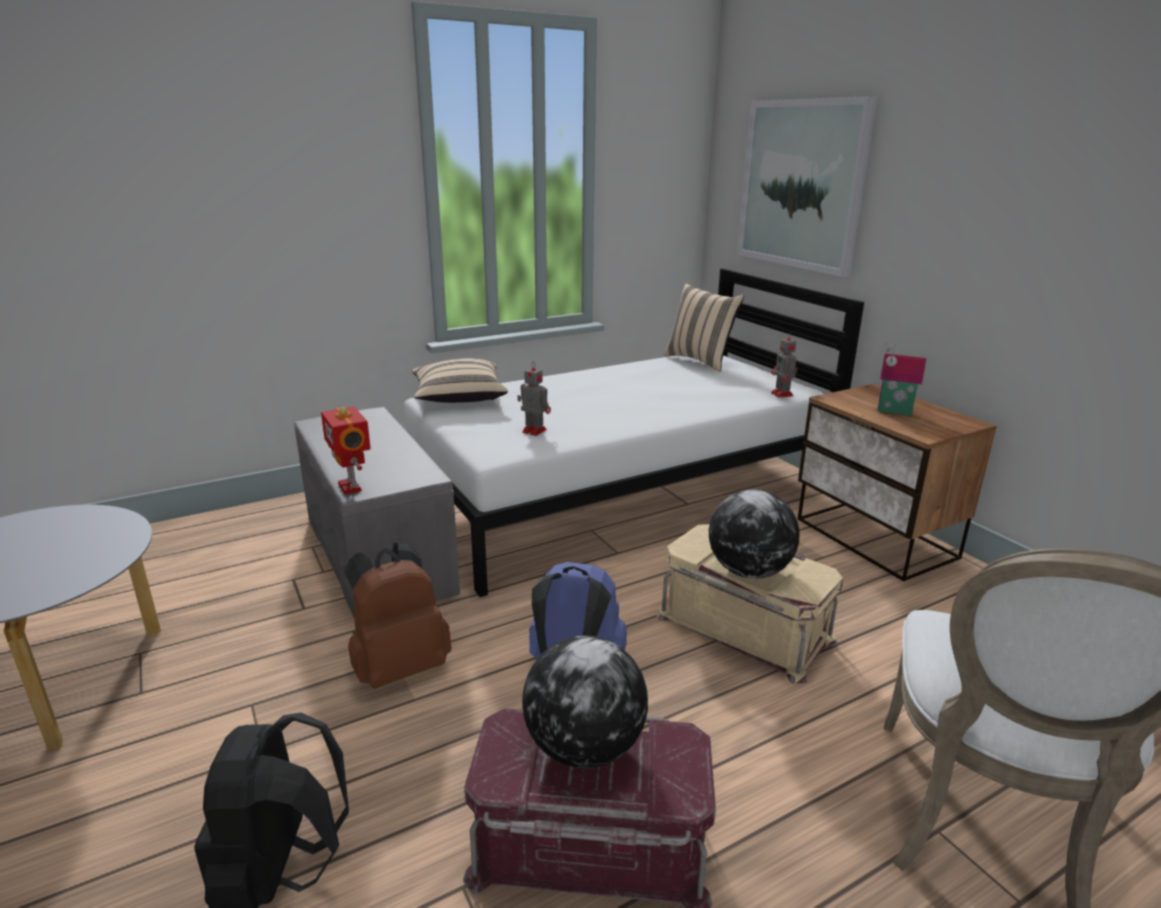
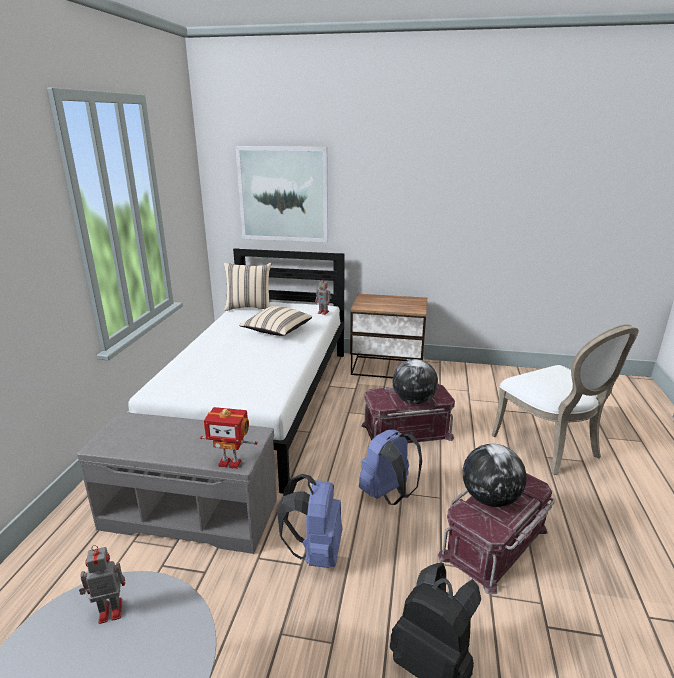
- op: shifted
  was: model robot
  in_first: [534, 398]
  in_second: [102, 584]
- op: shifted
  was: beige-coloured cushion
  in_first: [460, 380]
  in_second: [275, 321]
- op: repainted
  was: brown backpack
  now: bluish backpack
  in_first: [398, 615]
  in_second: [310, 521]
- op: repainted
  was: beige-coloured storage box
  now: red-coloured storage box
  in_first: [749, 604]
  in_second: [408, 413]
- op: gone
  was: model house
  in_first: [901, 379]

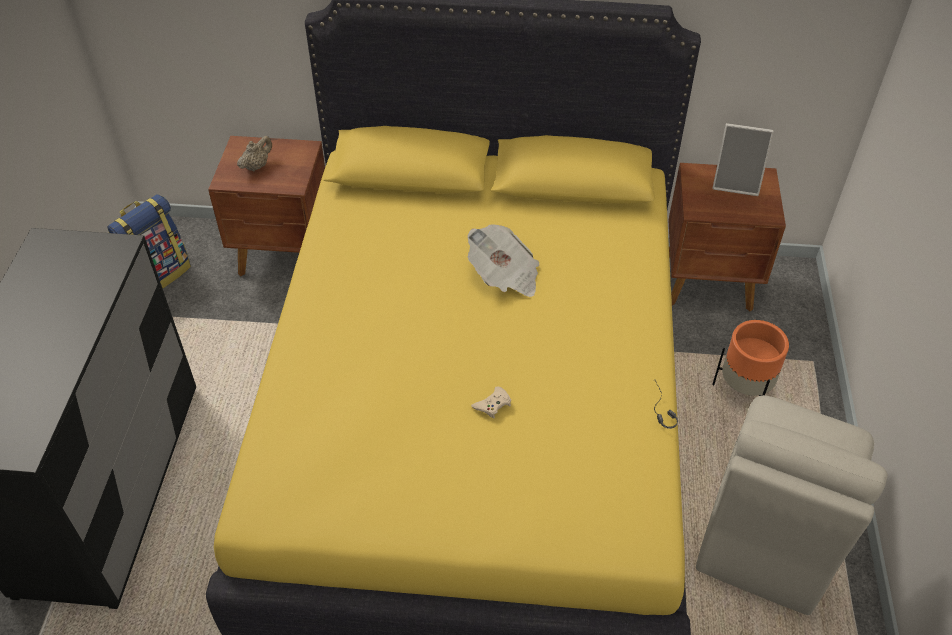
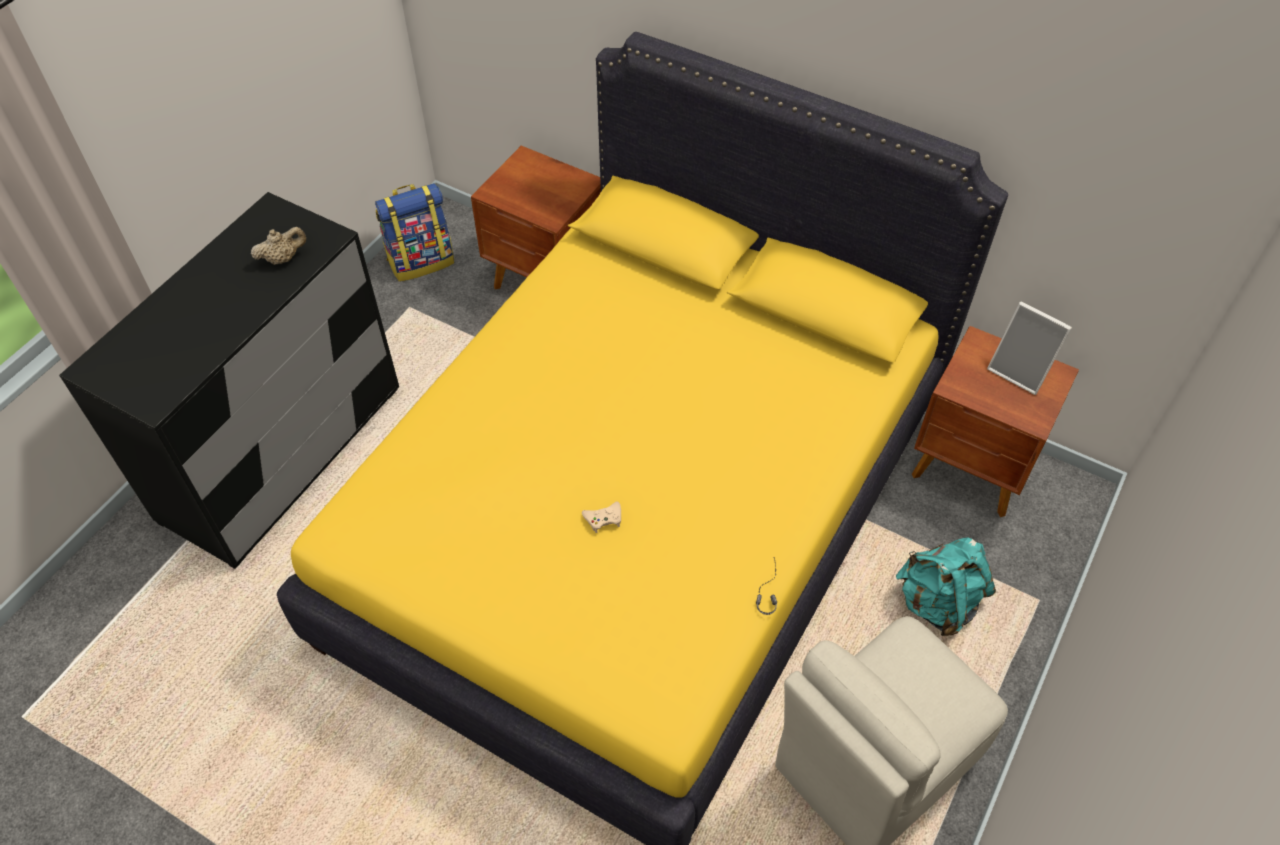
- op: shifted
  was: beige-coloured teapot
  in_first: [254, 154]
  in_second: [278, 246]
- op: swapped
  was: orange-coloured planter
  now: turquoise backpack
  in_first: [750, 358]
  in_second: [946, 586]
- op: gone
  was: printed paper
  in_first: [503, 260]

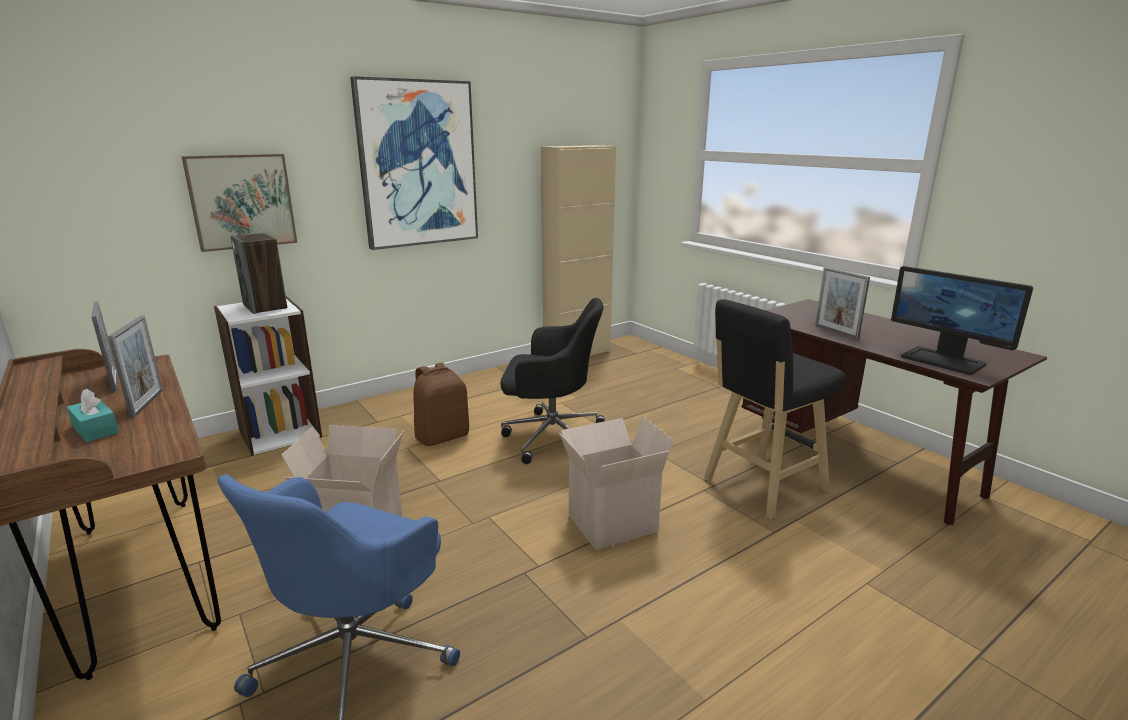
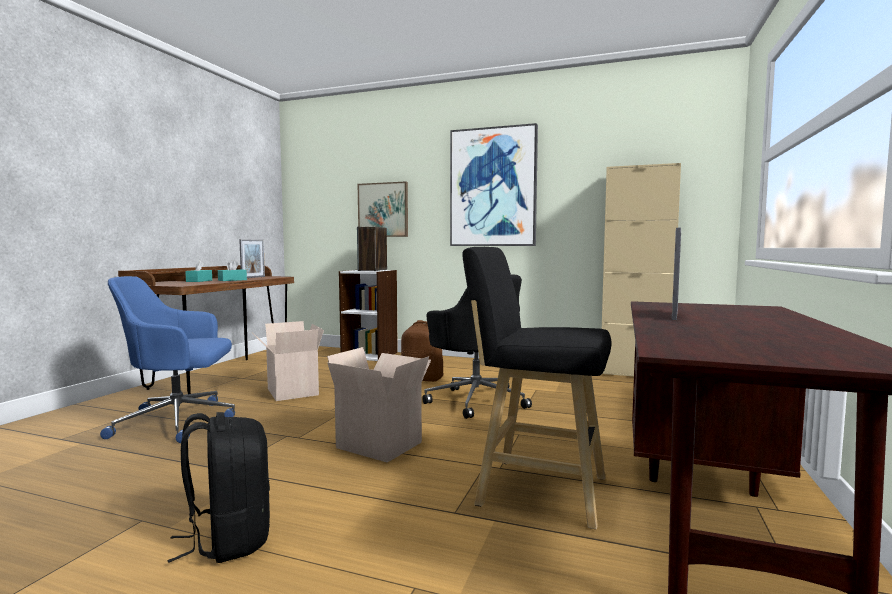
- op: new
  now: black-coloured backpack
  in_second: [219, 487]
- op: swapped
  was: picture frame
  now: turquoise tissue box
  in_first: [135, 366]
  in_second: [232, 270]
- op: gone
  was: computer display
  in_first: [962, 320]

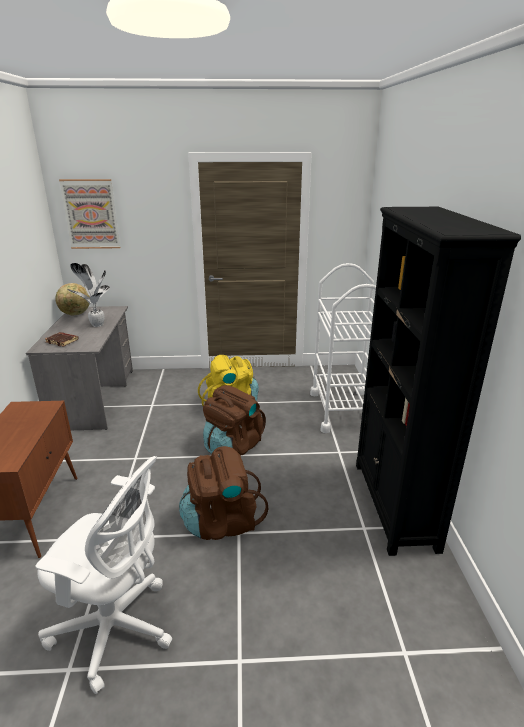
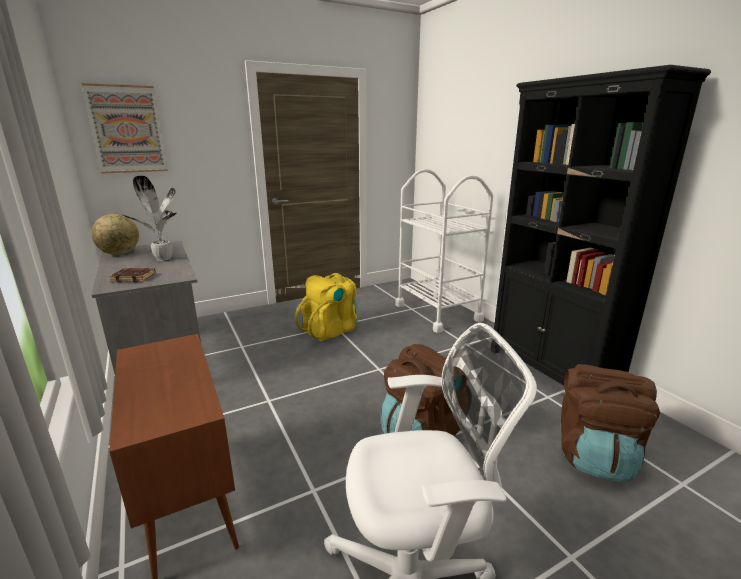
- op: shifted
  was: brown backpack
  in_first: [234, 420]
  in_second: [610, 423]

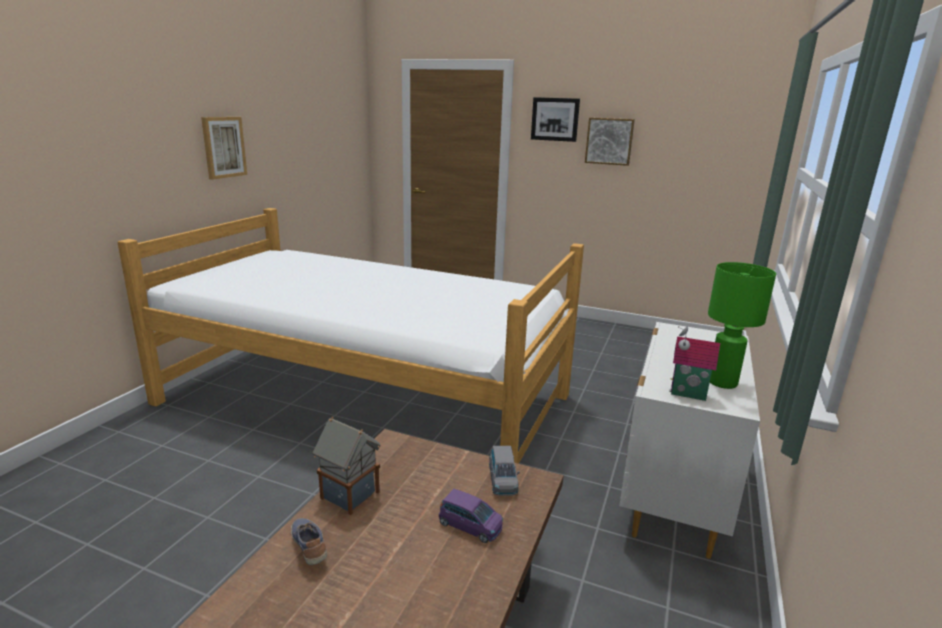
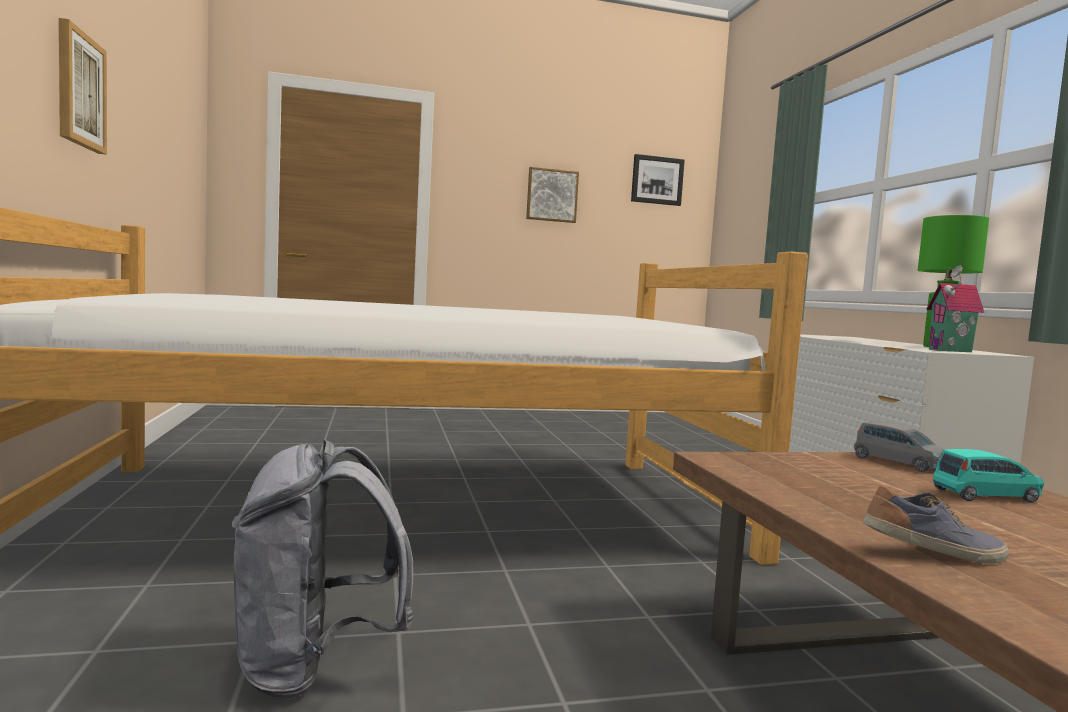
- op: new
  now: gray backpack
  in_second: [322, 569]
- op: shifted
  was: wall art
  in_first: [555, 119]
  in_second: [658, 180]
- op: rotated
  was: low shoe
  in_first: [309, 541]
  in_second: [935, 524]
  clockwise: 150
- op: repainted
  was: purplish miniature car
  now: turquoise miniature car
  in_first: [471, 516]
  in_second: [988, 476]
- op: gone
  was: model house
  in_first: [347, 466]

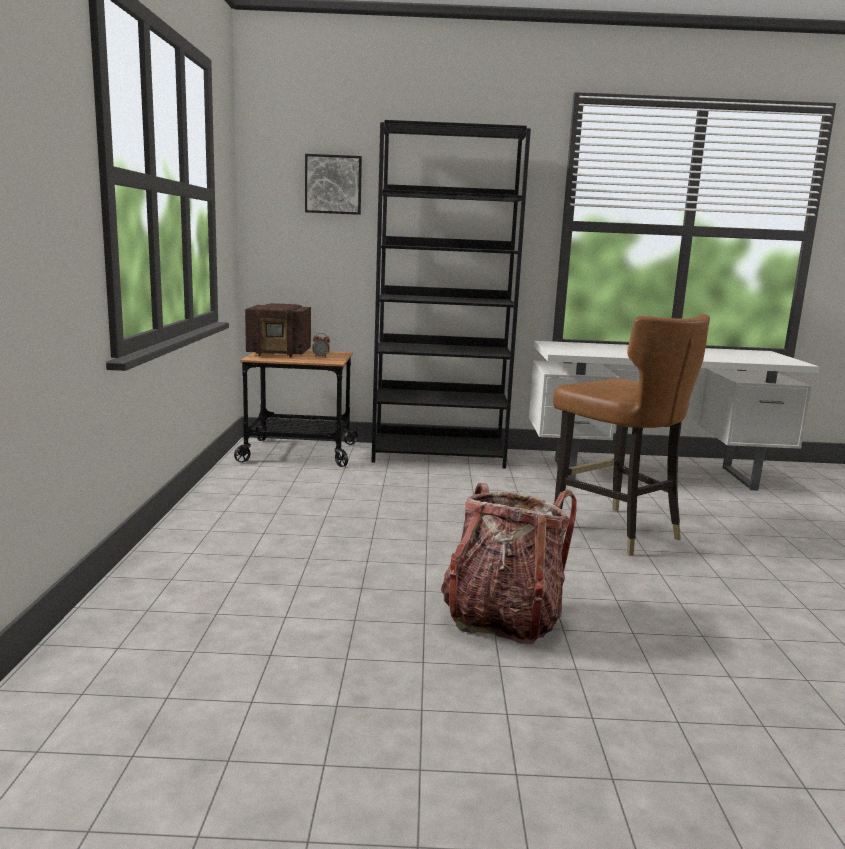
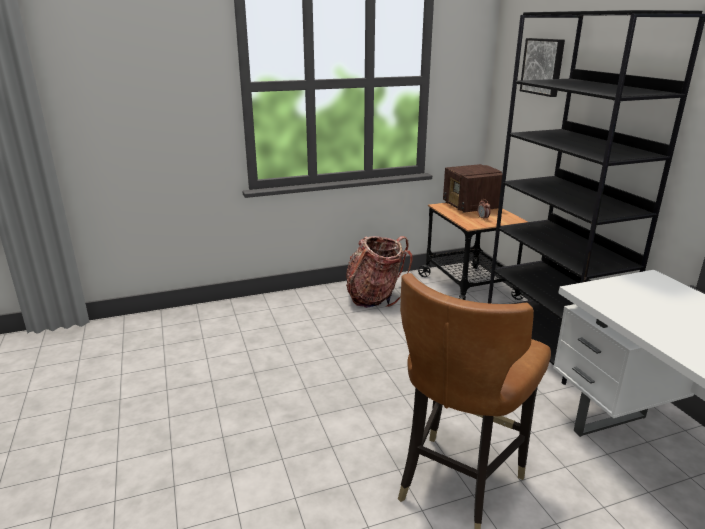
- op: shifted
  was: backpack
  in_first: [509, 563]
  in_second: [379, 272]

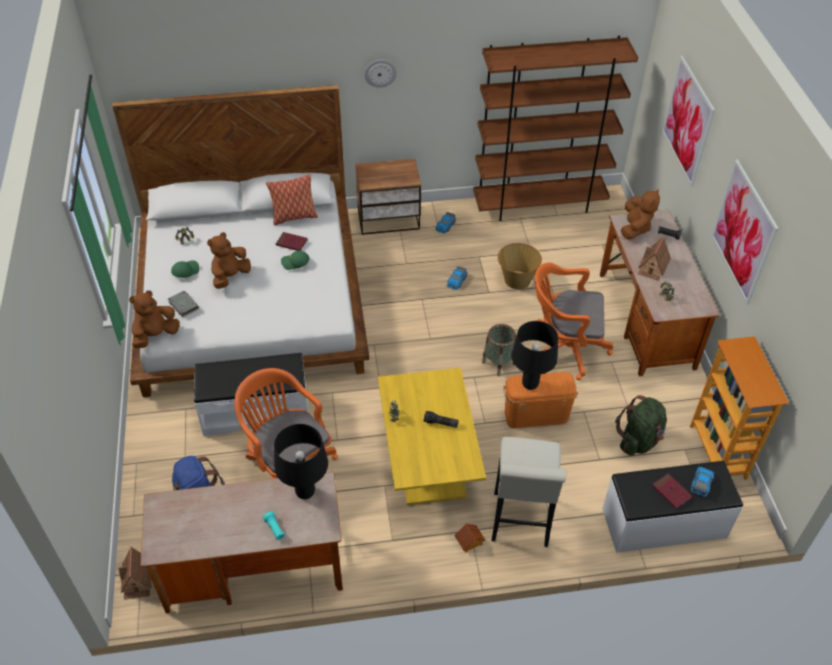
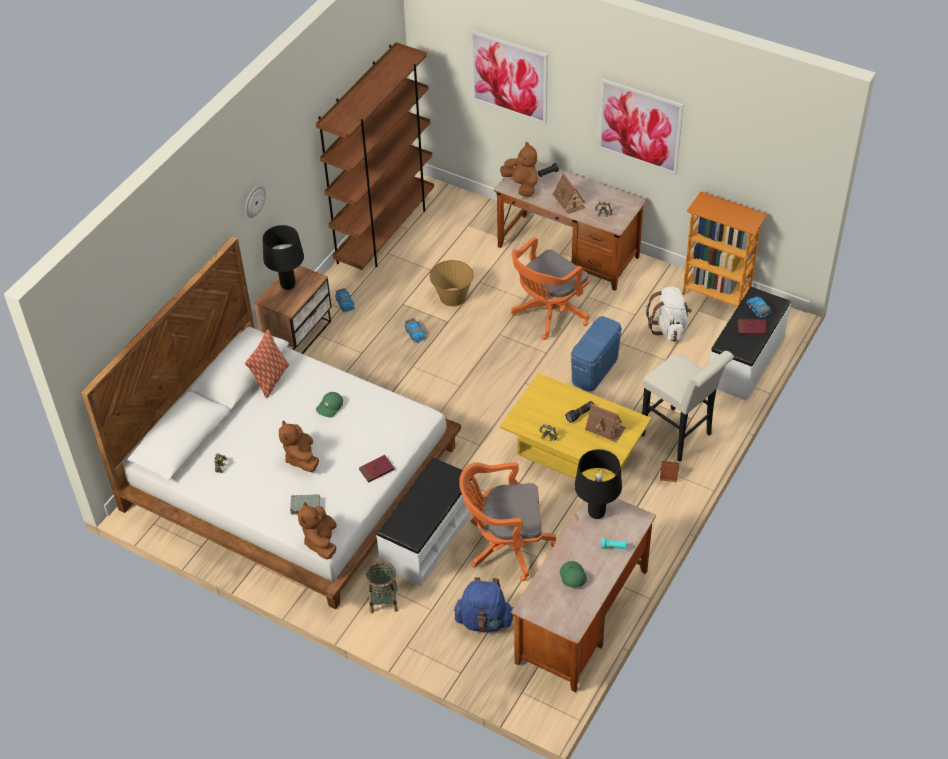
- op: shifted
  was: black-coloured table lamp
  in_first: [534, 355]
  in_second: [283, 257]
- op: shifted
  was: red-coloured volume
  in_first: [292, 241]
  in_second: [377, 469]
- op: shifted
  was: household basket
  in_first: [499, 350]
  in_second: [381, 587]
- op: shifted
  was: greenish cap
  in_first: [185, 269]
  in_second: [573, 574]
- op: repainted
  was: orange-coloured storage box
  now: bluish storage box
  in_first: [540, 400]
  in_second: [596, 353]
- op: shifted
  was: model house
  in_first: [135, 573]
  in_second: [605, 423]
- op: repainted
  was: greenish backpack
  now: white backpack
  in_first: [641, 425]
  in_second: [669, 314]

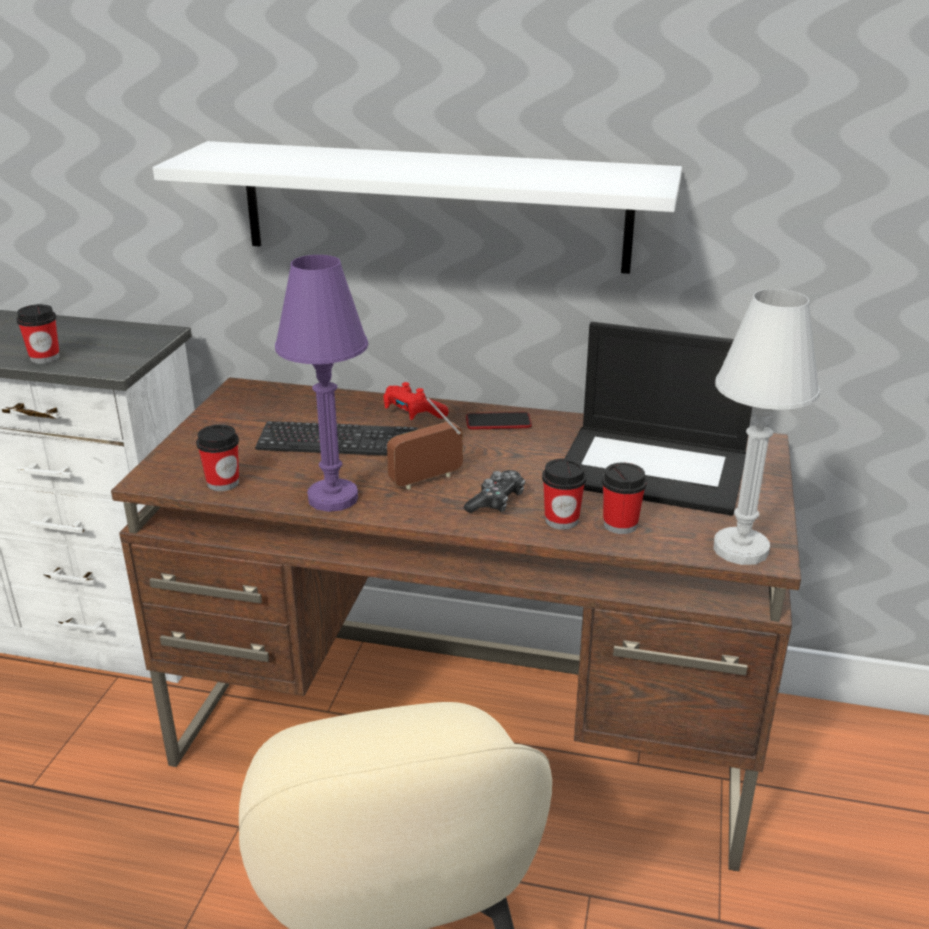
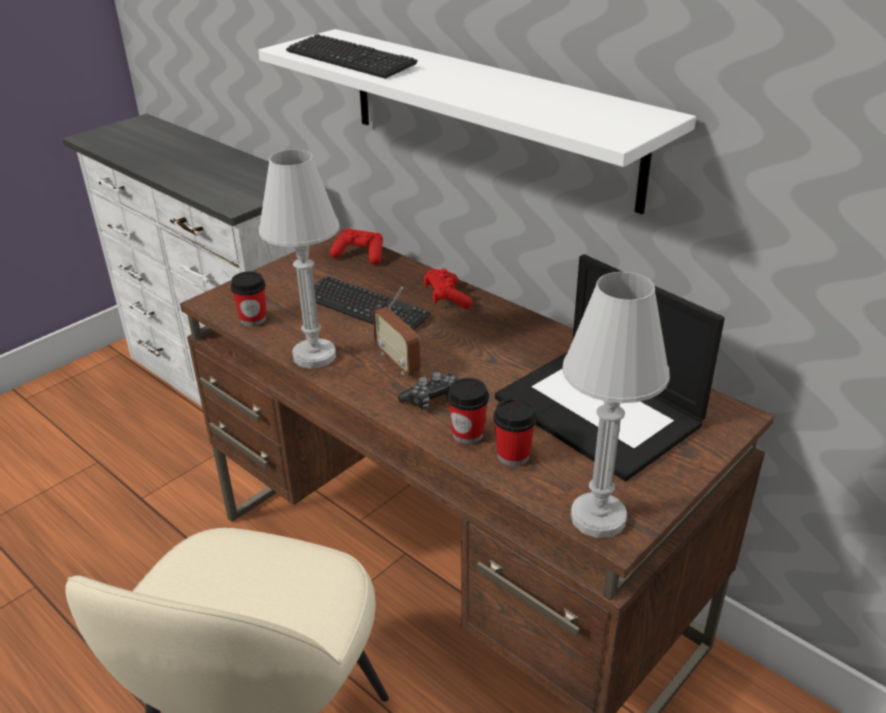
- op: repainted
  was: purplish table lamp
  now: white table lamp
  in_first: [321, 383]
  in_second: [299, 259]
- op: new
  now: computer keyboard
  in_second: [352, 56]
- op: new
  now: red-coloured gamepad
  in_second: [356, 247]
- op: rotated
  was: radio receiver
  in_first: [425, 444]
  in_second: [396, 331]
  clockwise: -120
- op: gone
  was: drinking cup
  in_first: [38, 334]
- op: gone
  was: handset
  in_first: [499, 421]

